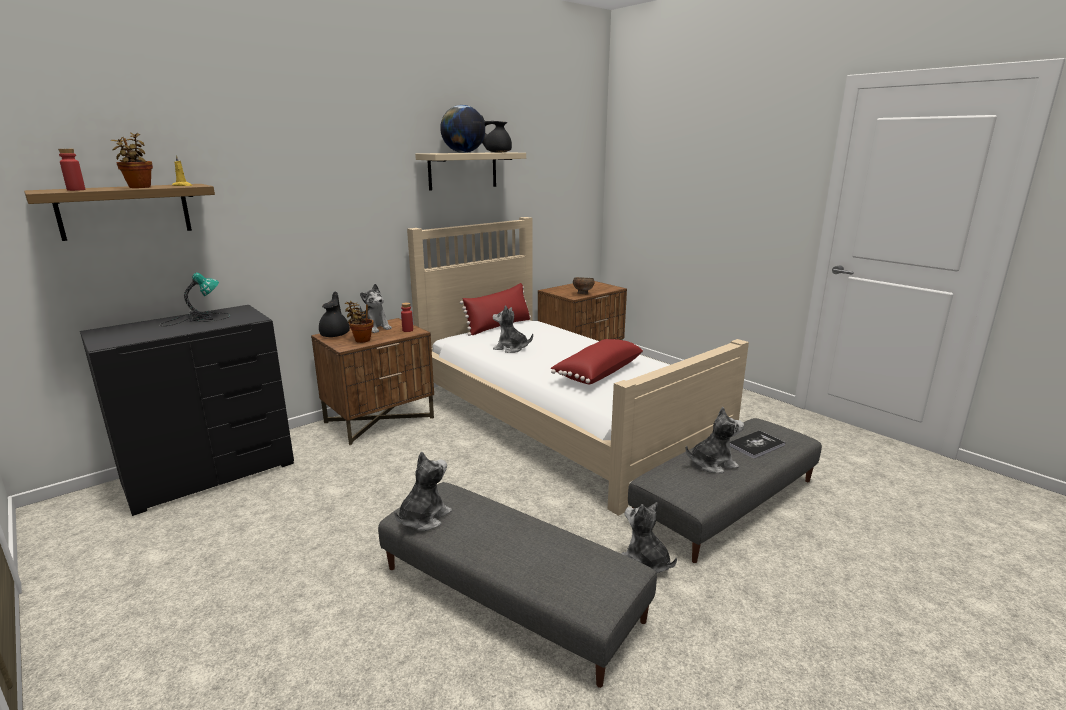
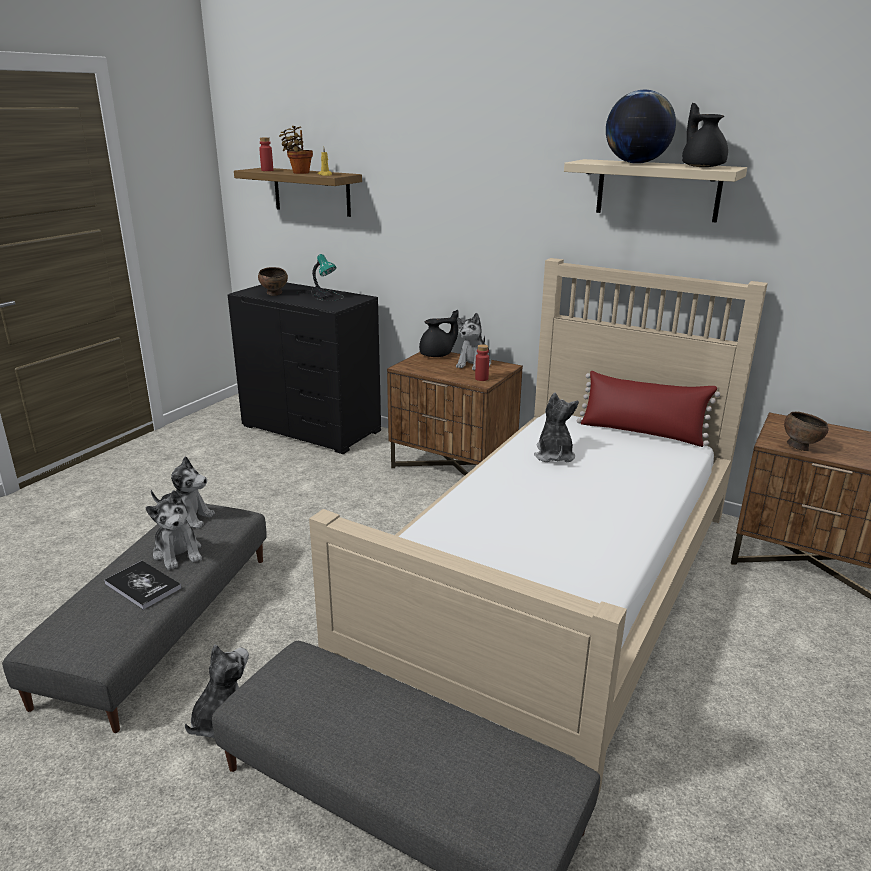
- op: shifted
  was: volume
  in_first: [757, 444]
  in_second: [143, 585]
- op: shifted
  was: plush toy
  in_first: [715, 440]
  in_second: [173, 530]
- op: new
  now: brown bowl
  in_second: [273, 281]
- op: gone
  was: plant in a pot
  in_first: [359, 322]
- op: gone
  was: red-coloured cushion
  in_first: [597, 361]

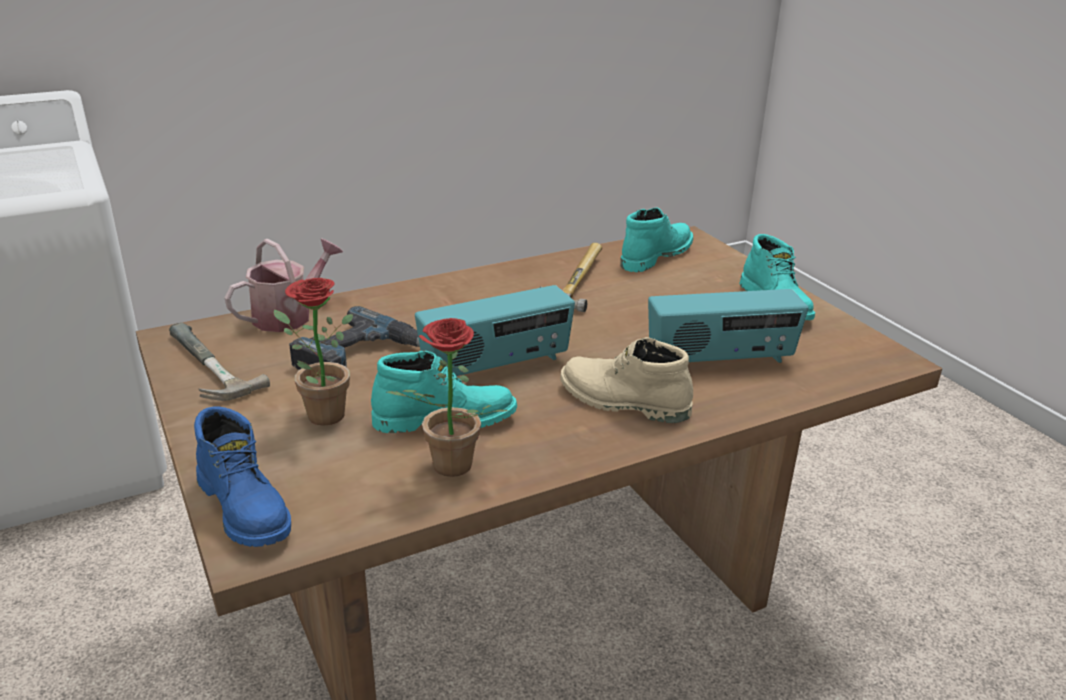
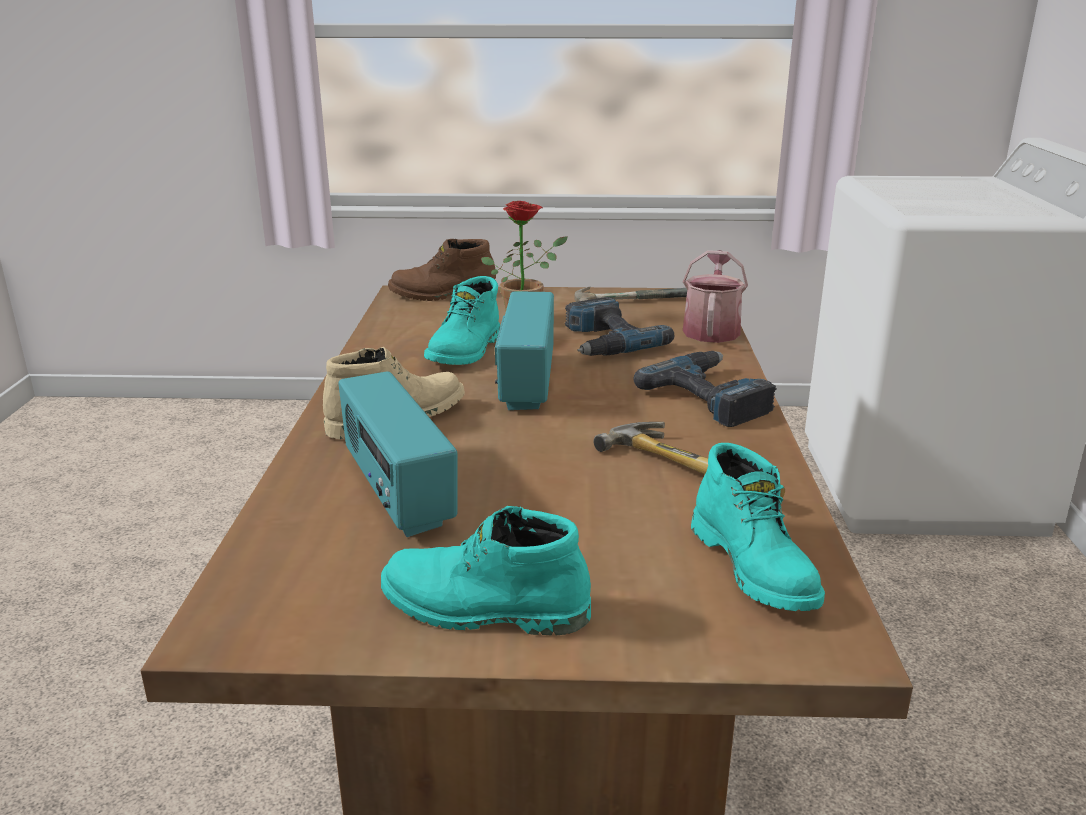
- op: rotated
  was: radio receiver
  in_first: [728, 326]
  in_second: [397, 454]
  clockwise: -45
- op: repainted
  was: bluish high-top boot
  now: brown high-top boot
  in_first: [242, 476]
  in_second: [442, 270]
- op: new
  now: electric drill
  in_second: [705, 389]
- op: rotated
  was: watering pot
  in_first: [283, 285]
  in_second: [715, 296]
  clockwise: -150
- op: gone
  was: plant in a pot
  in_first: [447, 397]

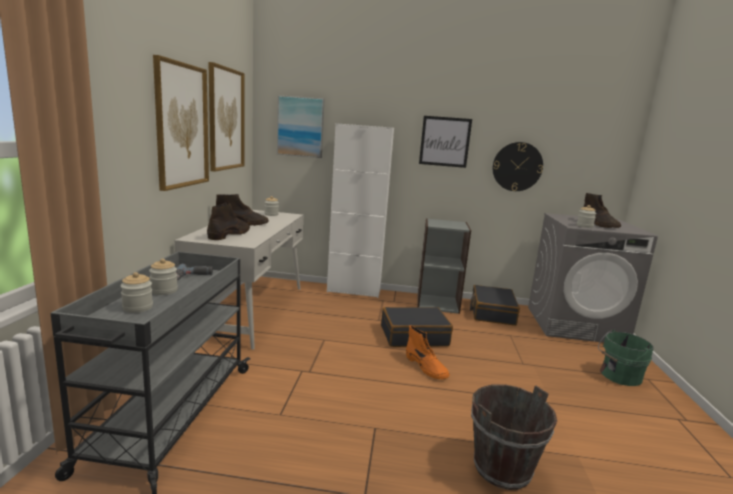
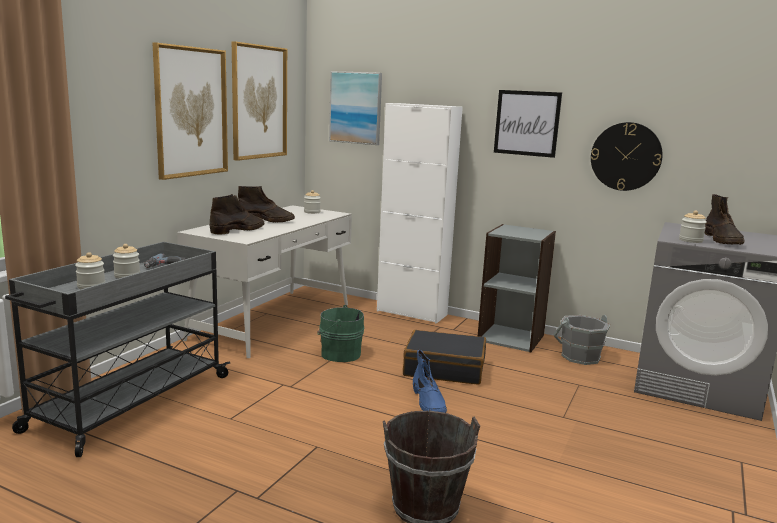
- op: shifted
  was: greenish bucket
  in_first: [626, 358]
  in_second: [341, 333]
- op: repainted
  was: orange-coloured high-top boot
  now: bluish high-top boot
  in_first: [428, 352]
  in_second: [430, 381]
- op: swapped
  was: black-coloured piece of luggage
  now: gray bucket
  in_first: [495, 305]
  in_second: [581, 340]

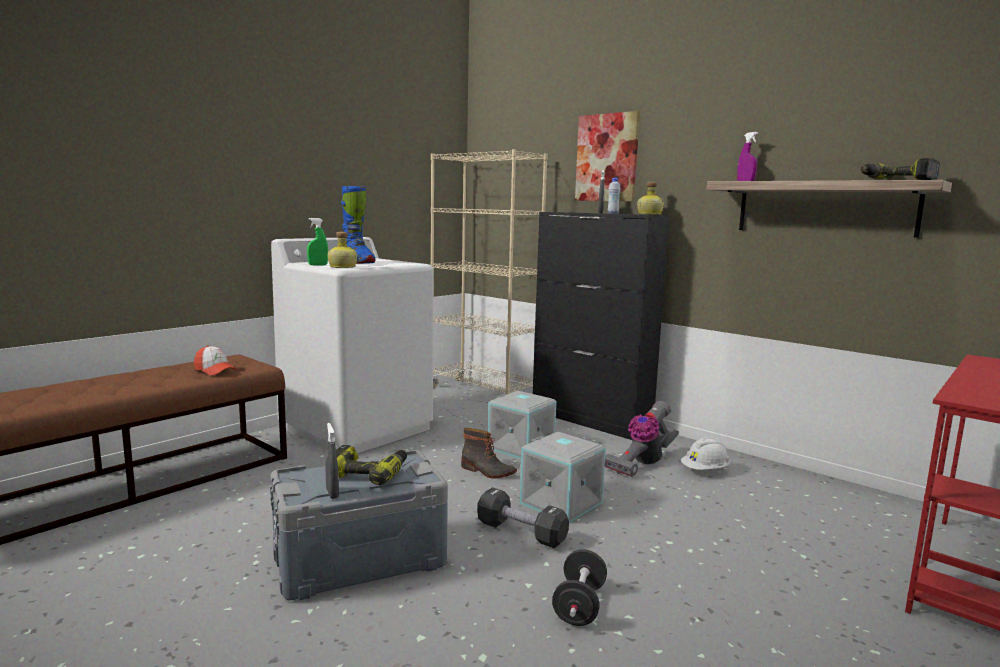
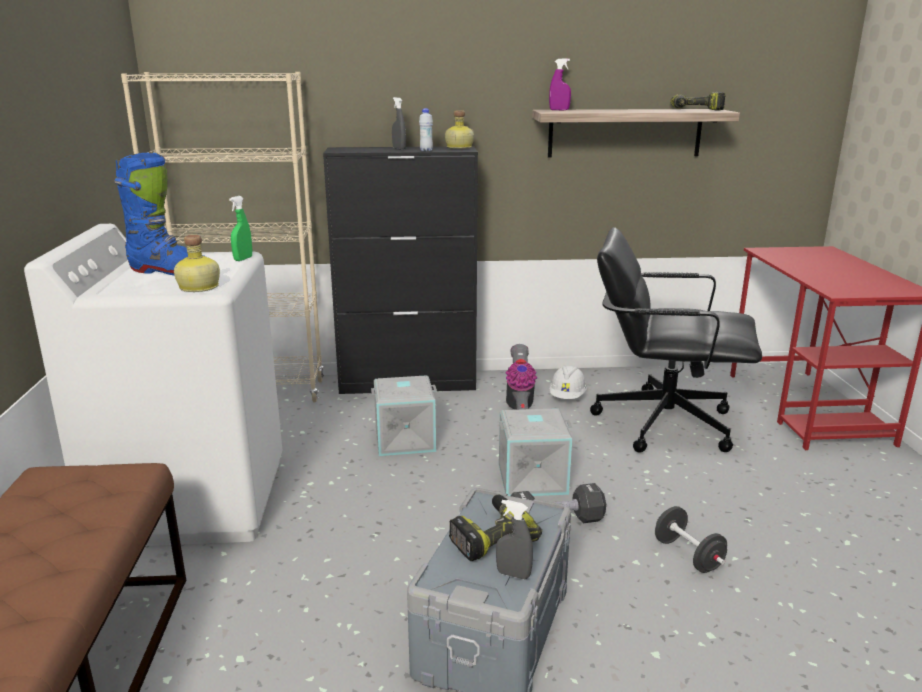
- op: shifted
  was: greenish sprayer
  in_first: [317, 242]
  in_second: [240, 228]
- op: new
  now: black-coloured desk chair
  in_second: [676, 340]
- op: gone
  was: cap
  in_first: [215, 360]
- op: gone
  was: high-top boot
  in_first: [489, 453]
- op: gone
  was: wall art
  in_first: [607, 156]

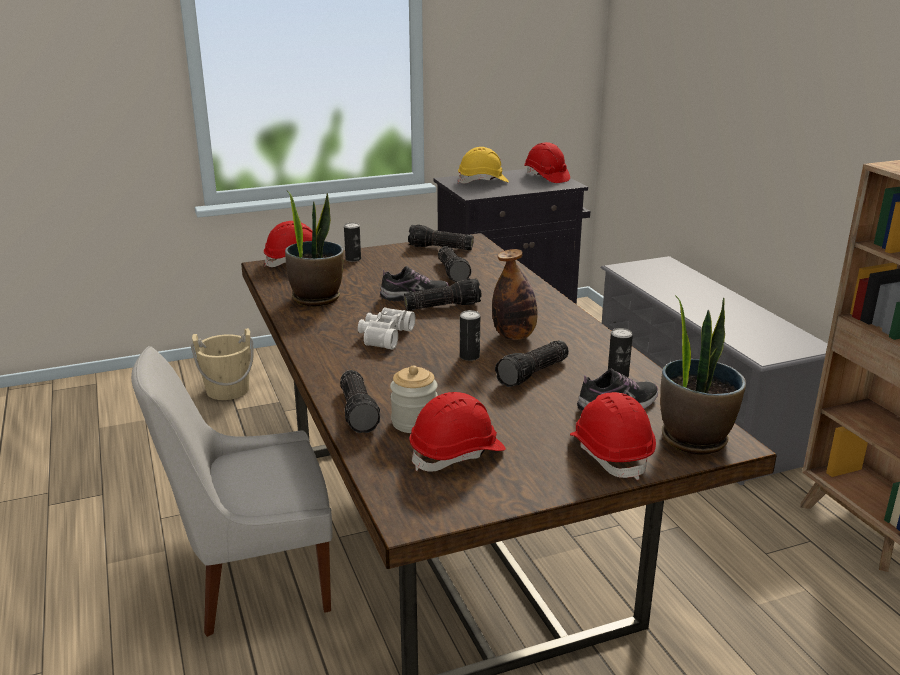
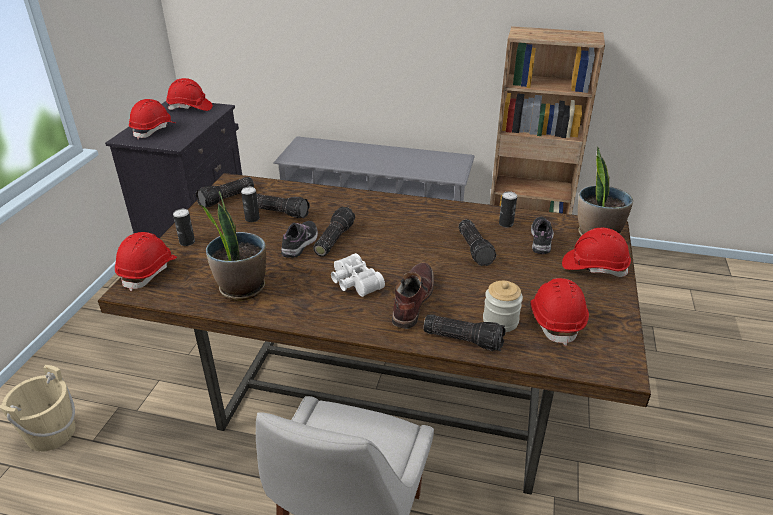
- op: repainted
  was: yellow-coloured hard hat
  now: red-coloured hard hat
  in_first: [483, 165]
  in_second: [152, 119]
- op: shifted
  was: can
  in_first: [470, 335]
  in_second: [250, 204]
- op: new
  now: brown high-top boot
  in_second: [413, 296]
- op: gone
  was: bottle
  in_first: [515, 294]

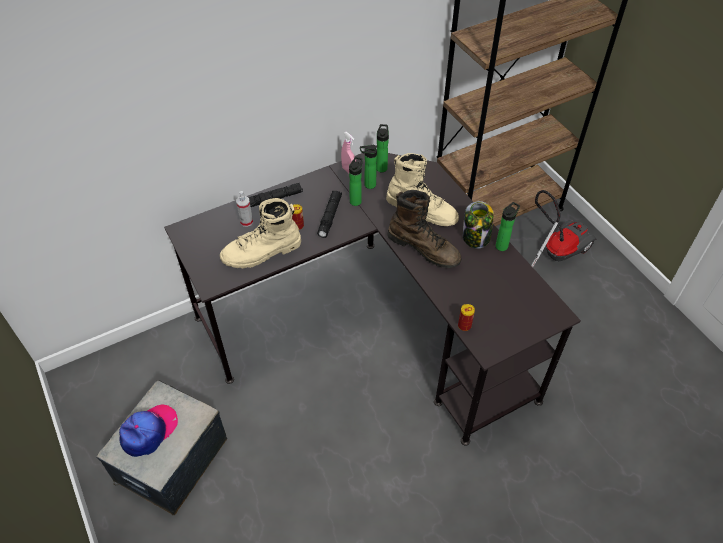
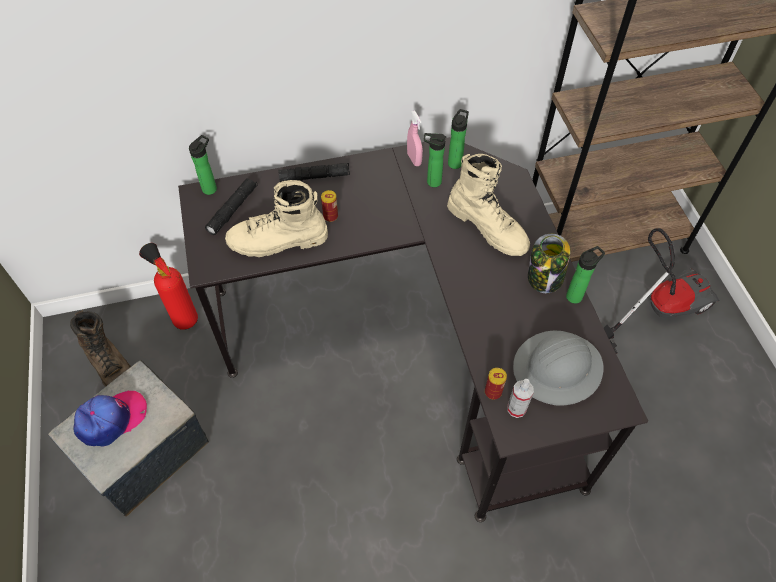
- op: shifted
  was: brown high-top boot
  in_first: [424, 229]
  in_second: [100, 348]
- op: new
  now: fire-fighting cylinder
  in_second: [168, 286]
- op: shifted
  was: bottle
  in_first: [356, 181]
  in_second: [203, 165]
- op: shifted
  was: black-coloured hand torch
  in_first: [329, 214]
  in_second: [231, 206]
- op: shifted
  was: sprayer
  in_first: [244, 209]
  in_second: [520, 398]
- op: new
  now: gray hard hat
  in_second: [558, 368]

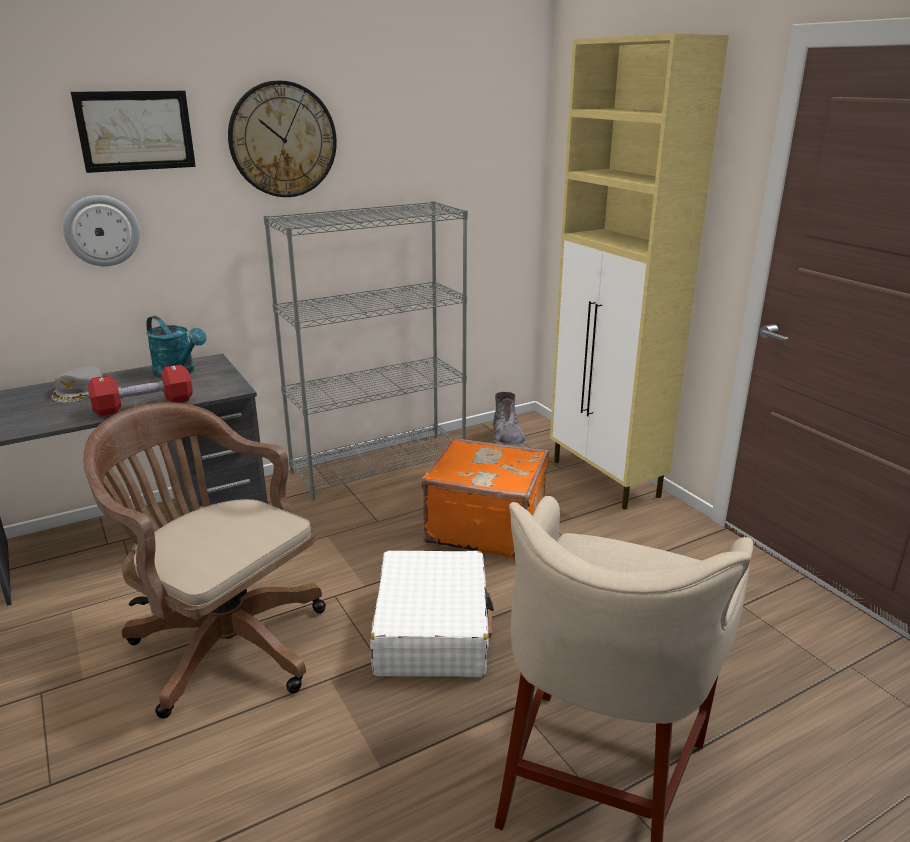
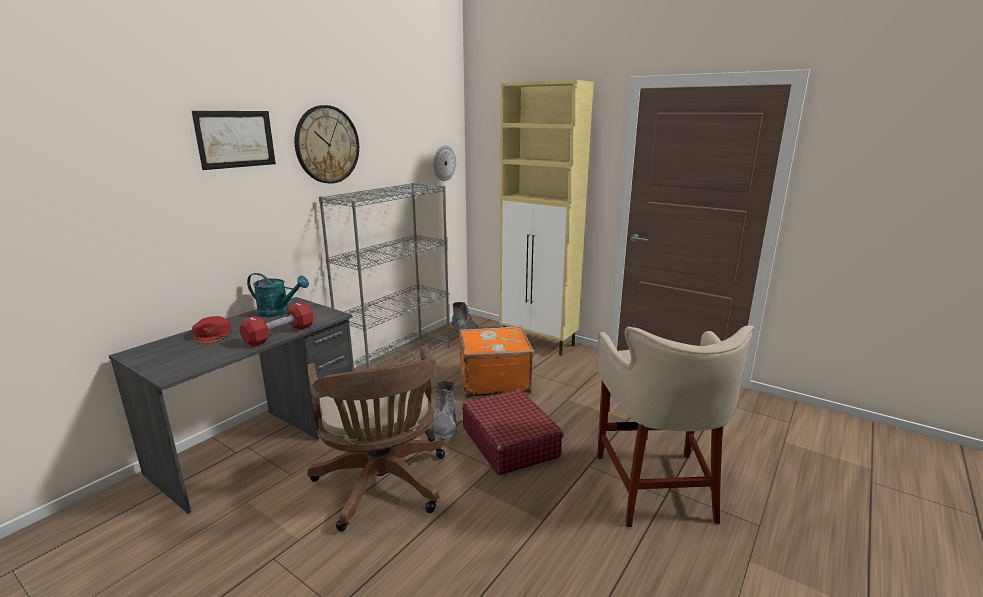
- op: repainted
  was: gray cap
  now: red-coloured cap
  in_first: [77, 384]
  in_second: [212, 330]
- op: rotated
  was: brown desk chair
  in_first: [204, 560]
  in_second: [376, 438]
  clockwise: -120
- op: new
  now: gray high-top boot
  in_second: [443, 411]
- op: shifted
  was: clock on the wall
  in_first: [101, 230]
  in_second: [444, 163]
- op: repainted
  was: white piece of luggage
  now: red-coloured piece of luggage
  in_first: [432, 614]
  in_second: [512, 432]

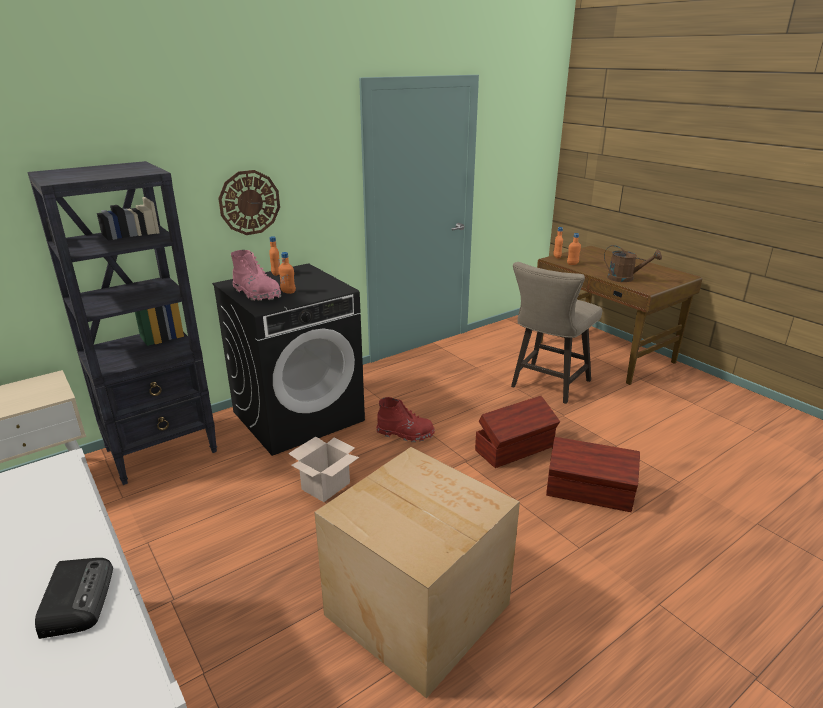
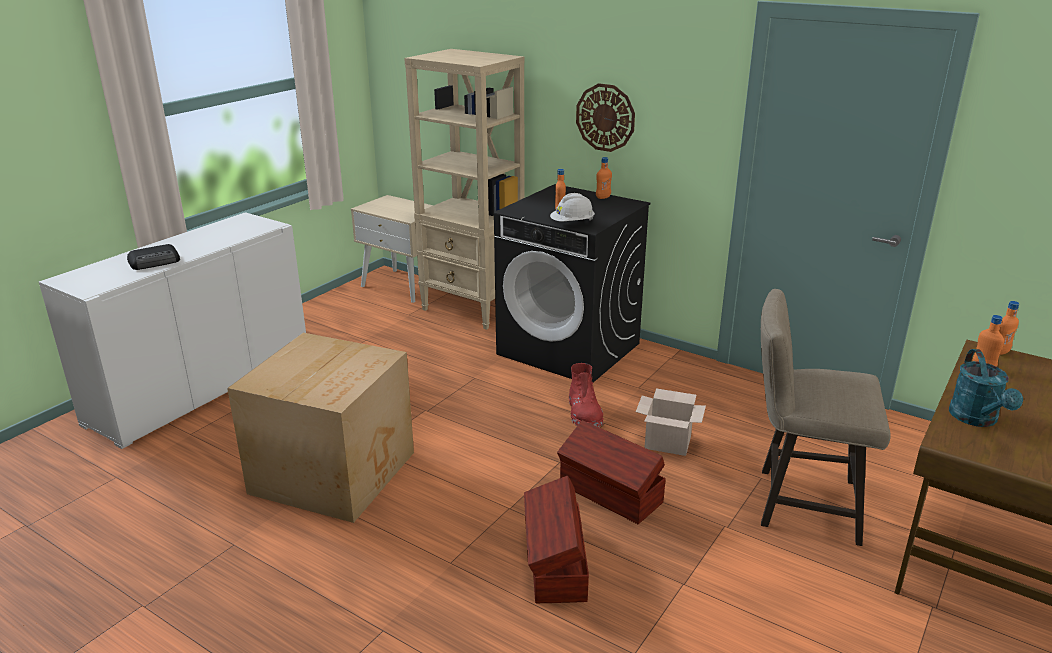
- op: repainted
  was: black-coloured shelving unit
  now: beige-coloured shelving unit
  in_first: [122, 323]
  in_second: [464, 189]
- op: new
  now: white hard hat
  in_second: [572, 207]
- op: shifted
  was: carton
  in_first: [323, 469]
  in_second: [671, 422]
- op: repainted
  was: brown watering pot
  now: turquoise watering pot
  in_first: [633, 263]
  in_second: [986, 388]
- op: gone
  was: pinkish high-top boot
  in_first: [256, 275]

